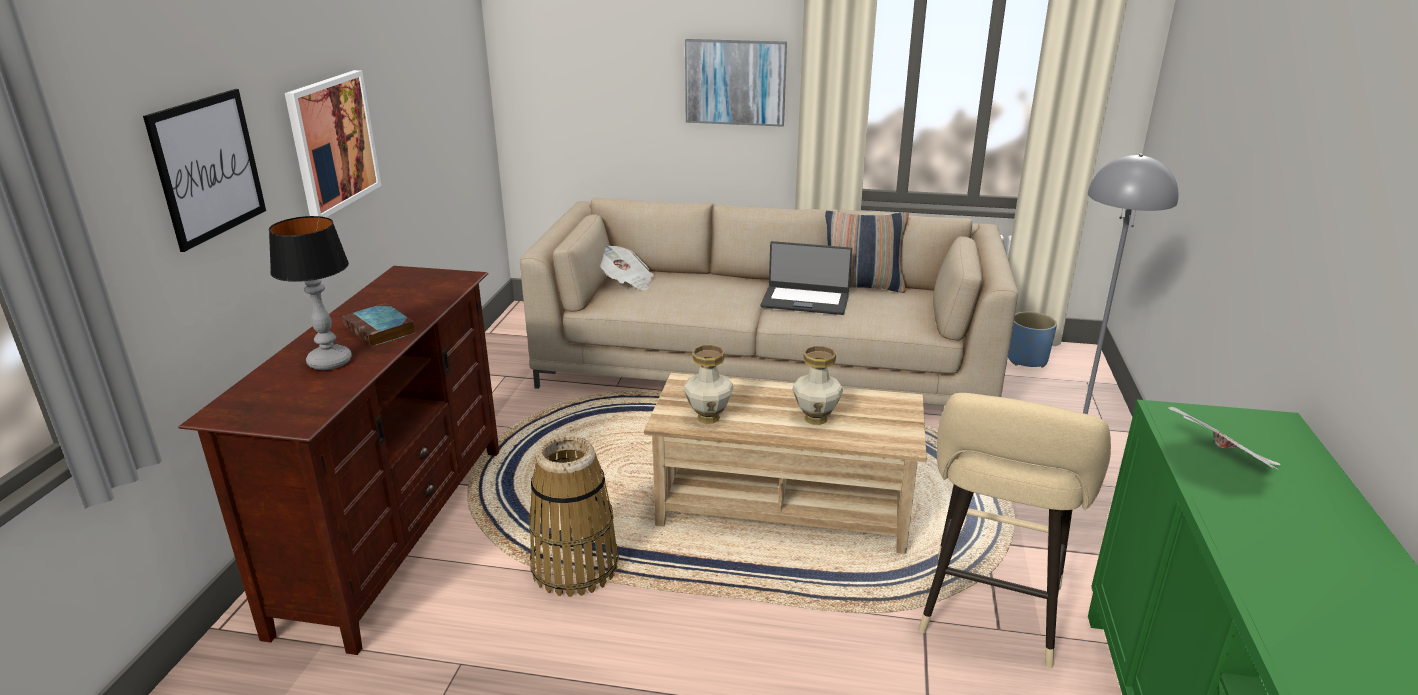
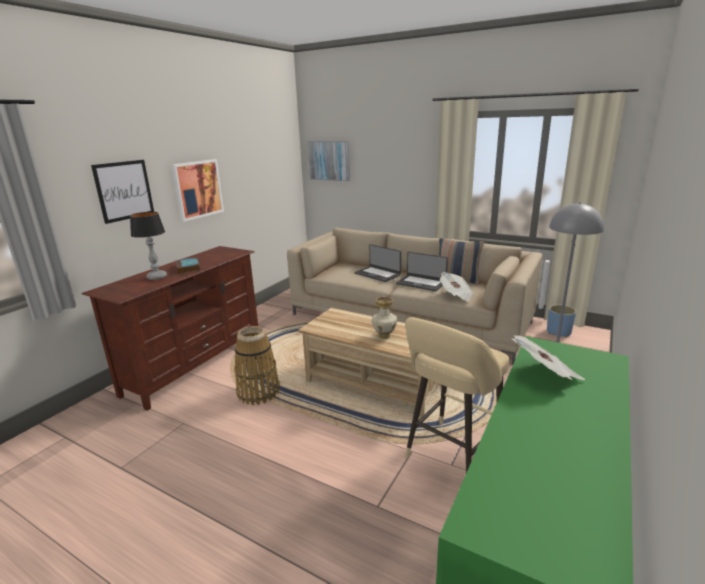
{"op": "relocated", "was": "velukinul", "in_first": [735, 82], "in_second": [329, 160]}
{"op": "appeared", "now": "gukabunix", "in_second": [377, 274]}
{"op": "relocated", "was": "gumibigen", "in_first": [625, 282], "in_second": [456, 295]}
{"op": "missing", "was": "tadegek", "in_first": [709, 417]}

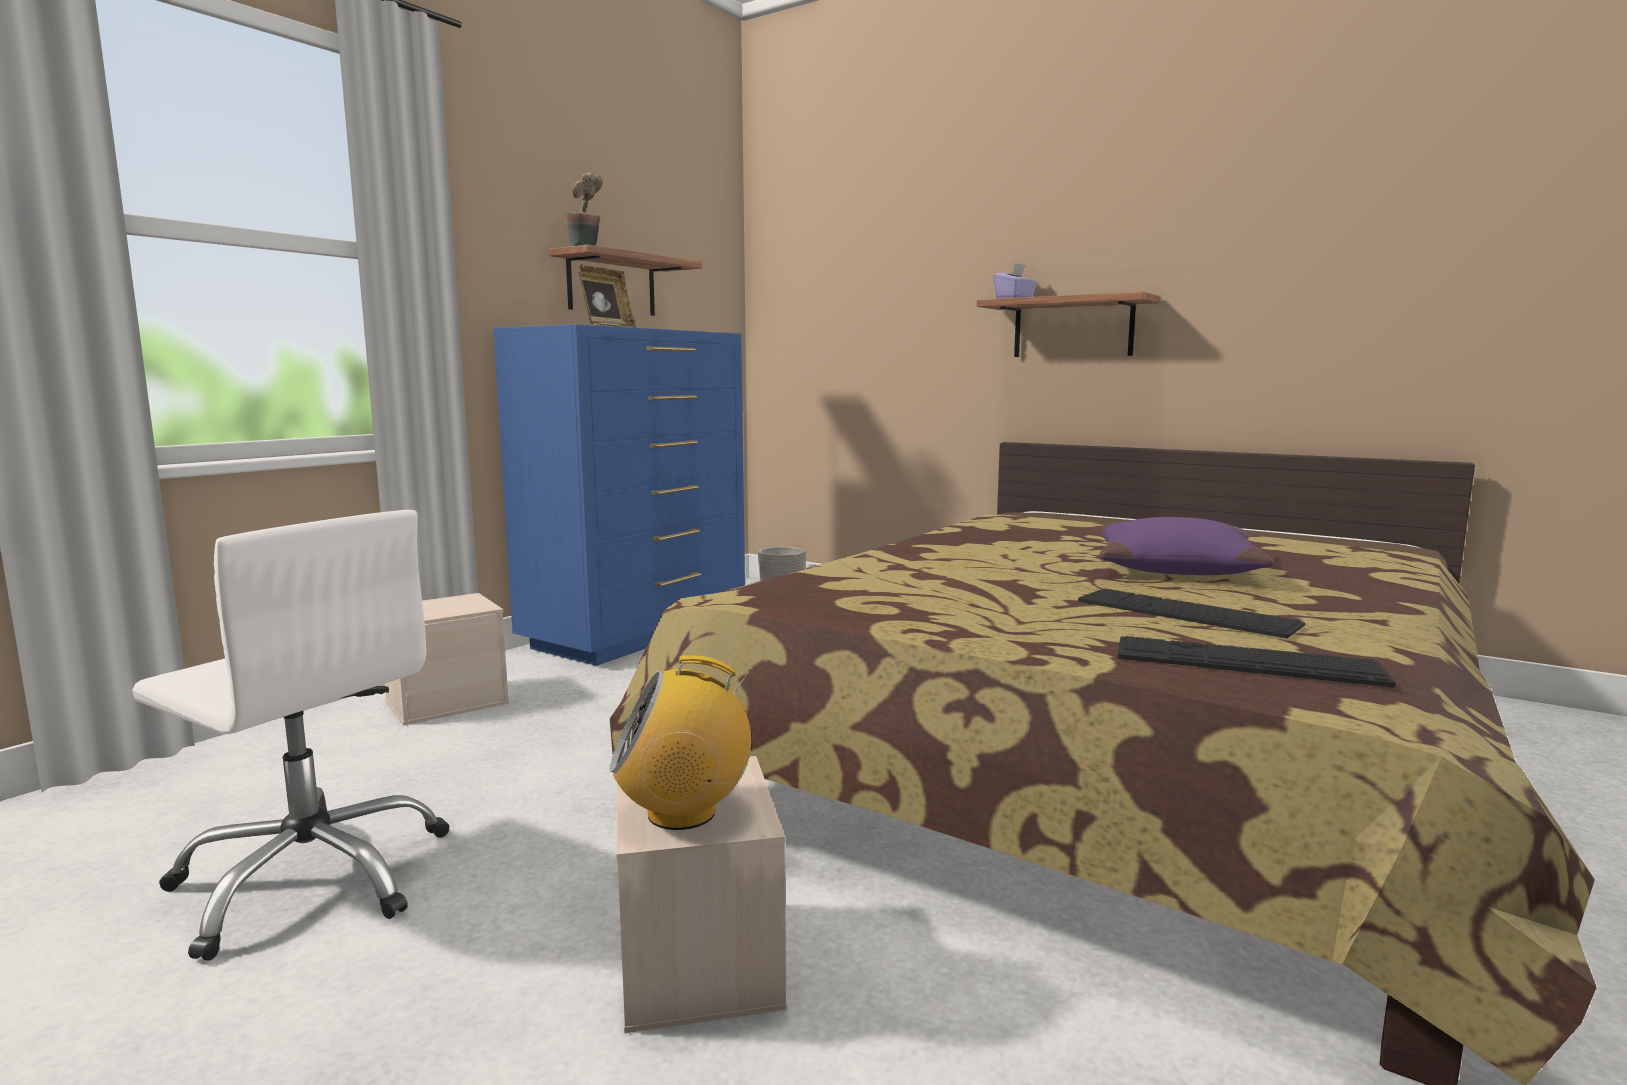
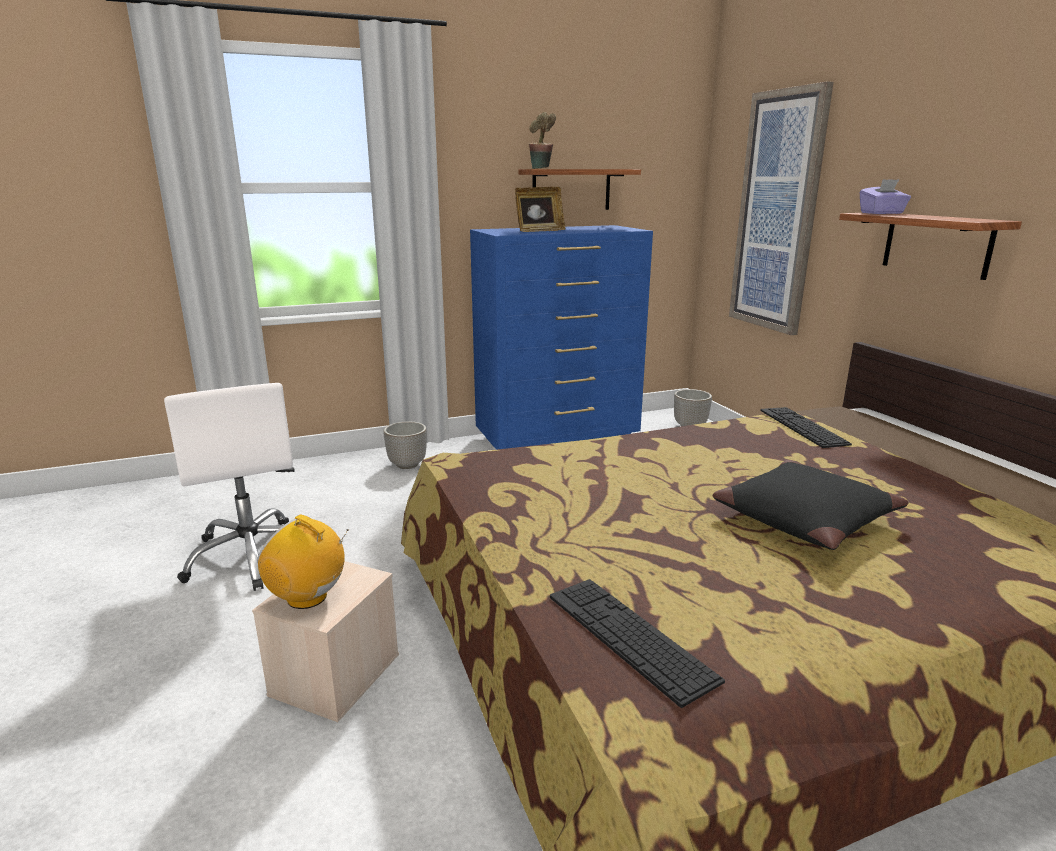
{"op": "exchanged", "was": "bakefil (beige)", "now": "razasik", "in_first": [448, 701], "in_second": [407, 464]}
{"op": "colour", "was": "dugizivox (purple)", "now": "dugizivox (black)", "in_first": [1174, 567], "in_second": [803, 518]}
{"op": "appeared", "now": "velukinul", "in_second": [777, 213]}
{"op": "relocated", "was": "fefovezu", "in_first": [1185, 612], "in_second": [802, 426]}

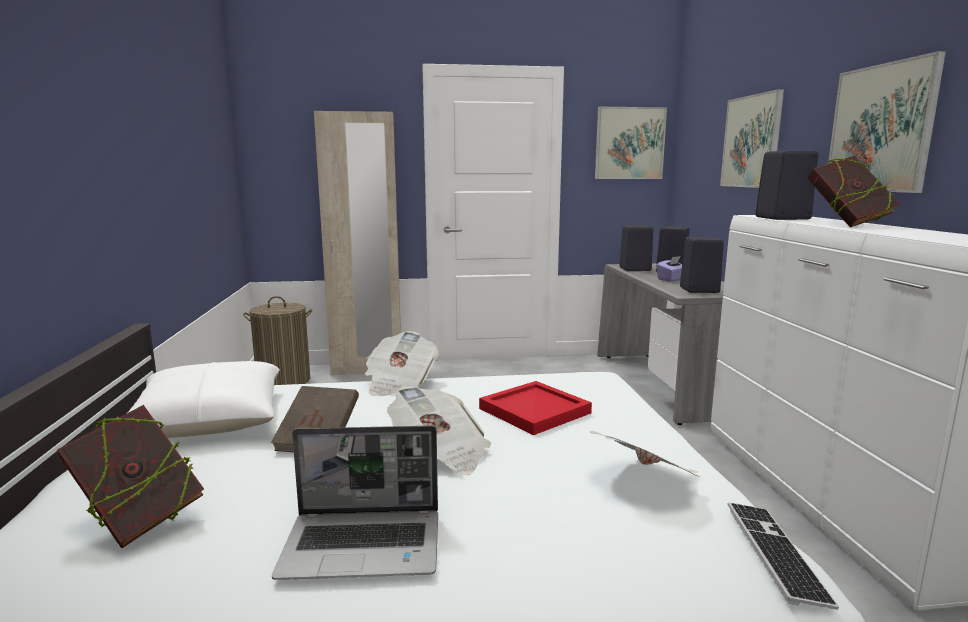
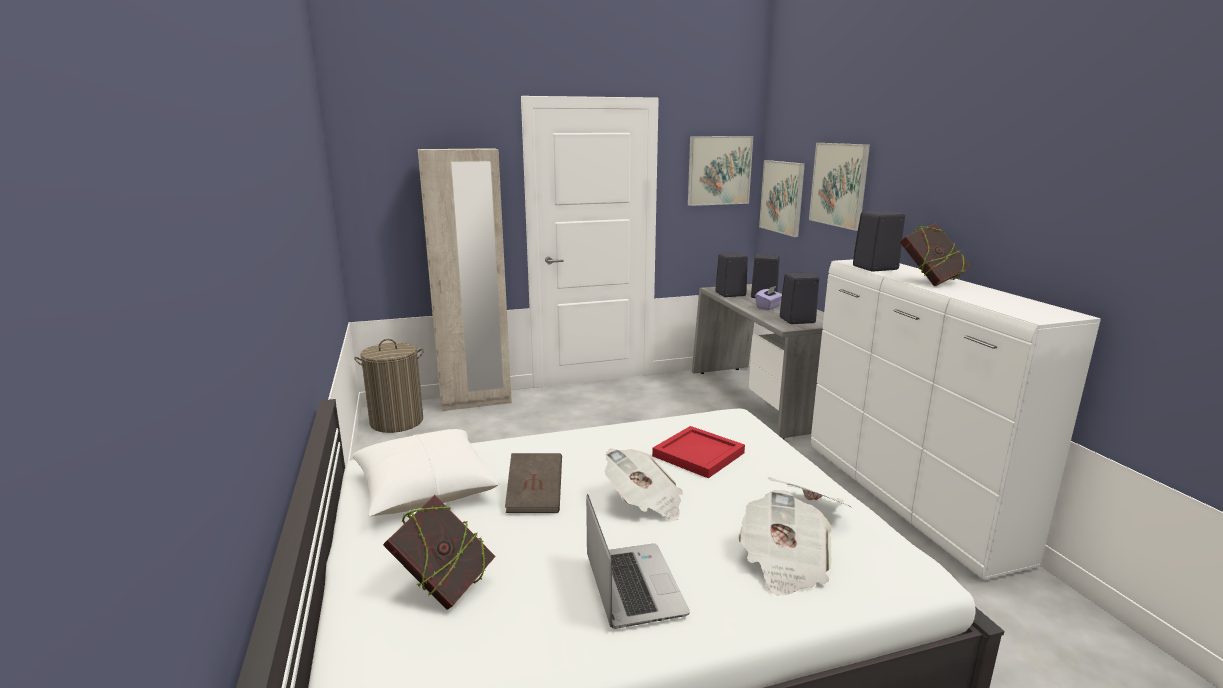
{"op": "spun", "was": "gukabunix", "in_first": [365, 545], "in_second": [632, 585], "clockwise": -90}
{"op": "relocated", "was": "gumibigen", "in_first": [399, 383], "in_second": [783, 564]}
{"op": "relocated", "was": "velukinul", "in_first": [881, 128], "in_second": [782, 197]}
{"op": "missing", "was": "fefovezu", "in_first": [775, 554]}

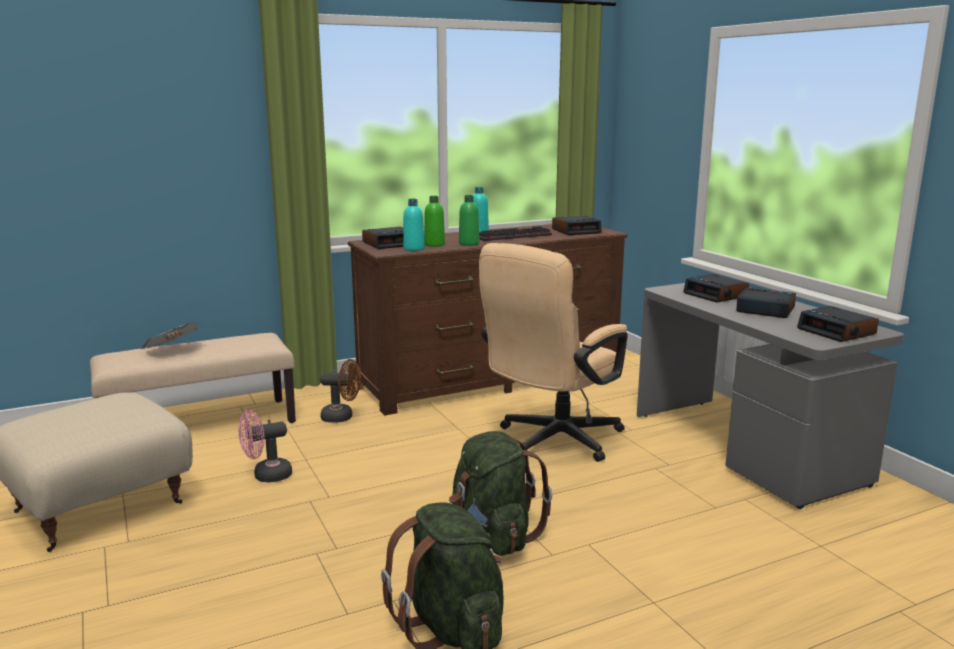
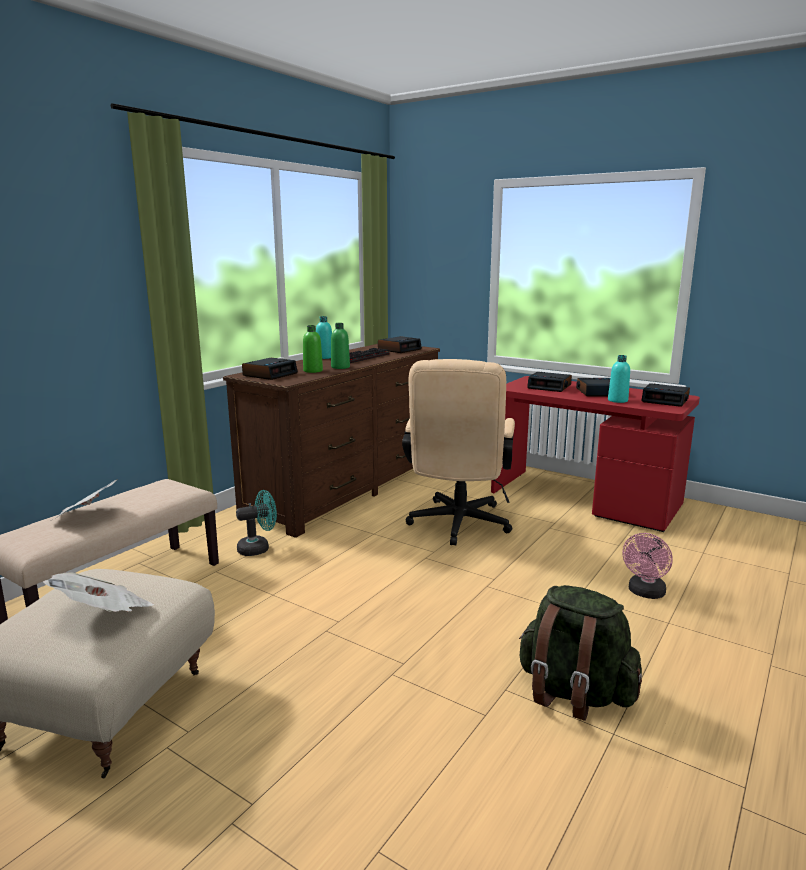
{"op": "appeared", "now": "gumibigen", "in_second": [104, 614]}
{"op": "colour", "was": "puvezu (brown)", "now": "puvezu (turquoise)", "in_first": [342, 417], "in_second": [258, 548]}
{"op": "colour", "was": "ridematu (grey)", "now": "ridematu (red)", "in_first": [747, 449], "in_second": [585, 500]}
{"op": "relocated", "was": "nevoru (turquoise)", "in_first": [413, 249], "in_second": [617, 400]}
{"op": "relocated", "was": "puvezu (pink)", "in_first": [266, 476], "in_second": [645, 593]}
{"op": "missing", "was": "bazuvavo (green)", "in_first": [493, 538]}

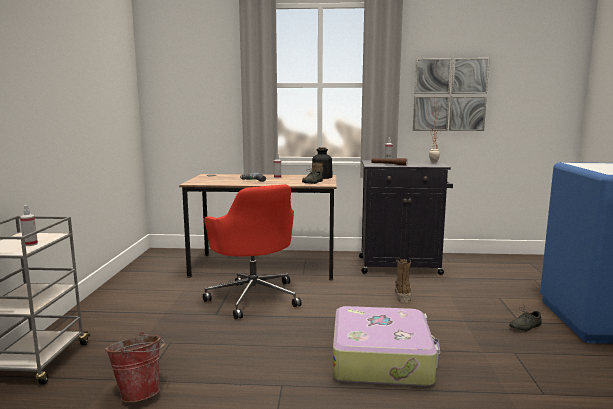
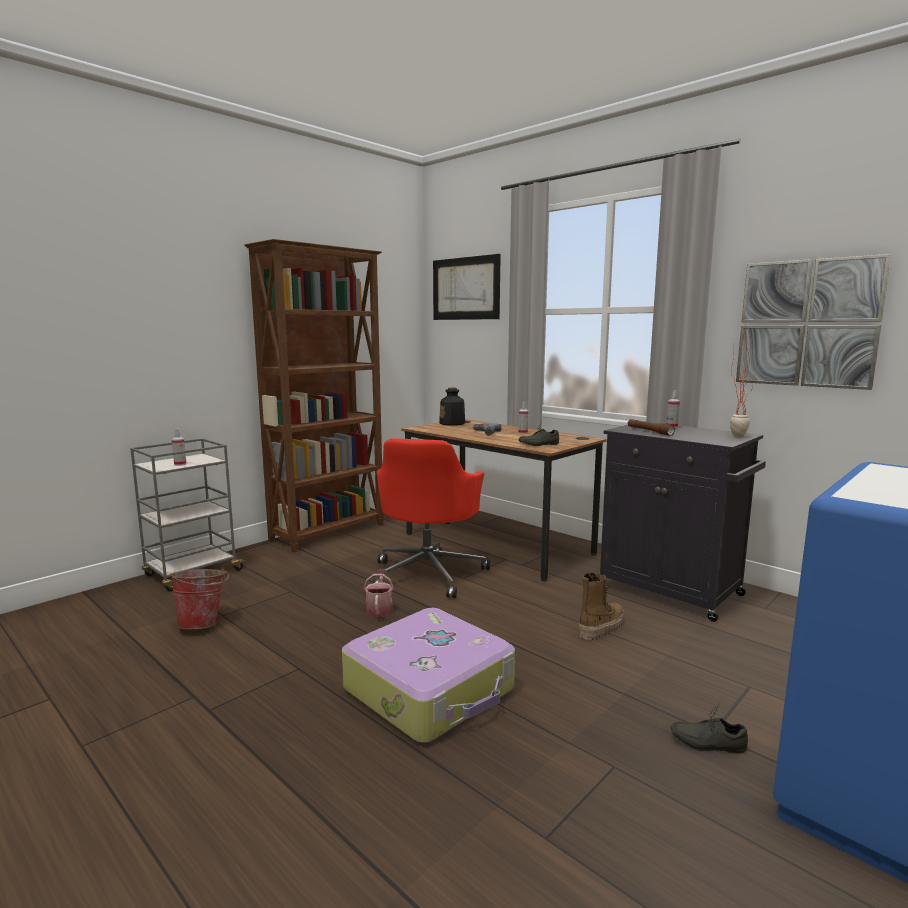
{"op": "appeared", "now": "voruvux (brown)", "in_second": [329, 532]}
{"op": "appeared", "now": "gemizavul", "in_second": [379, 608]}
{"op": "appeared", "now": "velukinul", "in_second": [465, 288]}
{"op": "relocated", "was": "nevoru", "in_first": [322, 177], "in_second": [452, 423]}

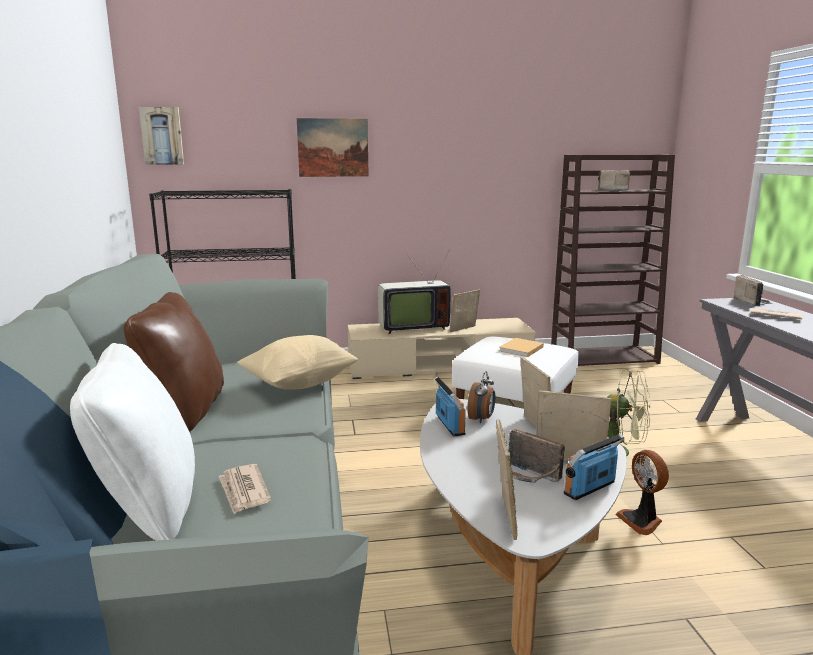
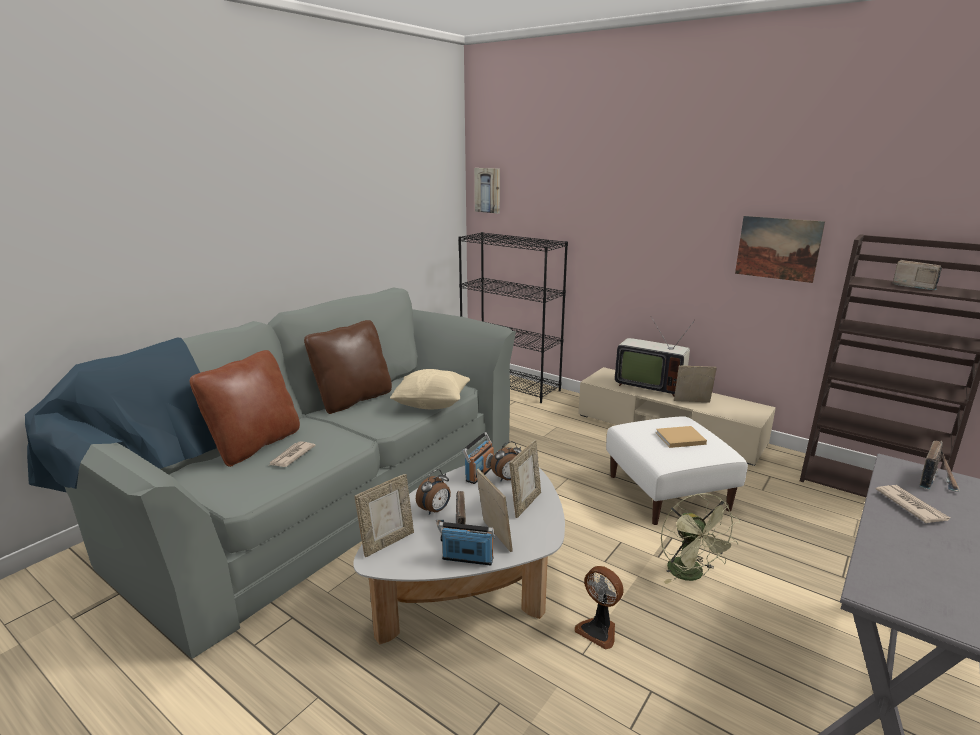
{"op": "colour", "was": "dugizivox (white)", "now": "dugizivox (brown)", "in_first": [149, 506], "in_second": [255, 445]}
{"op": "appeared", "now": "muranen", "in_second": [435, 510]}
{"op": "spun", "was": "puvezu", "in_first": [641, 521], "in_second": [599, 630], "clockwise": -75}
{"op": "relocated", "was": "velukinul", "in_first": [333, 147], "in_second": [778, 248]}

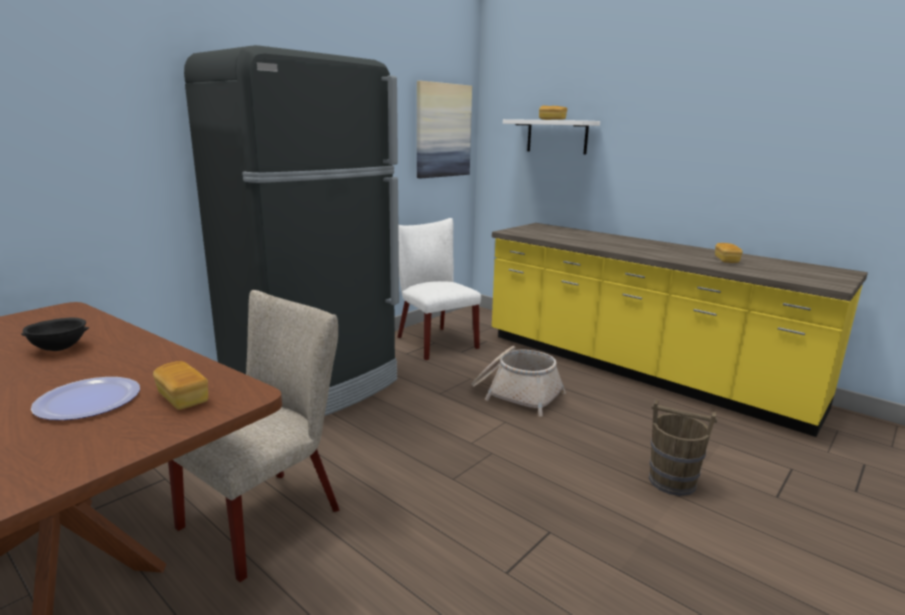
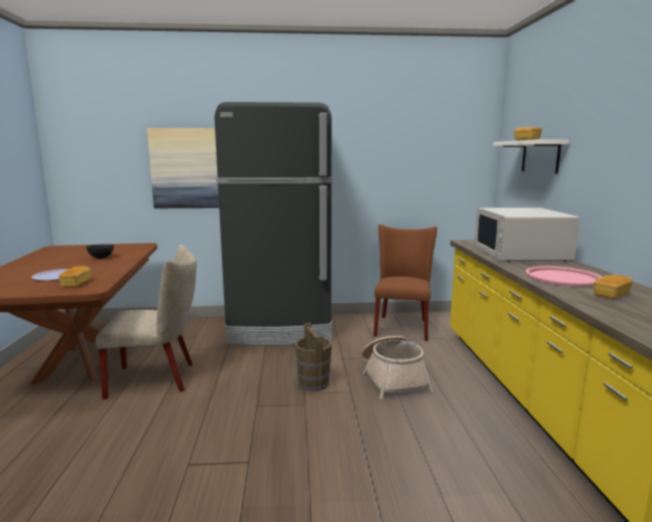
{"op": "relocated", "was": "velukinul", "in_first": [443, 130], "in_second": [185, 168]}
{"op": "relocated", "was": "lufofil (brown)", "in_first": [671, 481], "in_second": [313, 383]}
{"op": "colour", "was": "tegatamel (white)", "now": "tegatamel (brown)", "in_first": [433, 341], "in_second": [402, 326]}
{"op": "appeared", "now": "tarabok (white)", "in_second": [520, 254]}
{"op": "appeared", "now": "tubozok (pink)", "in_second": [562, 277]}

